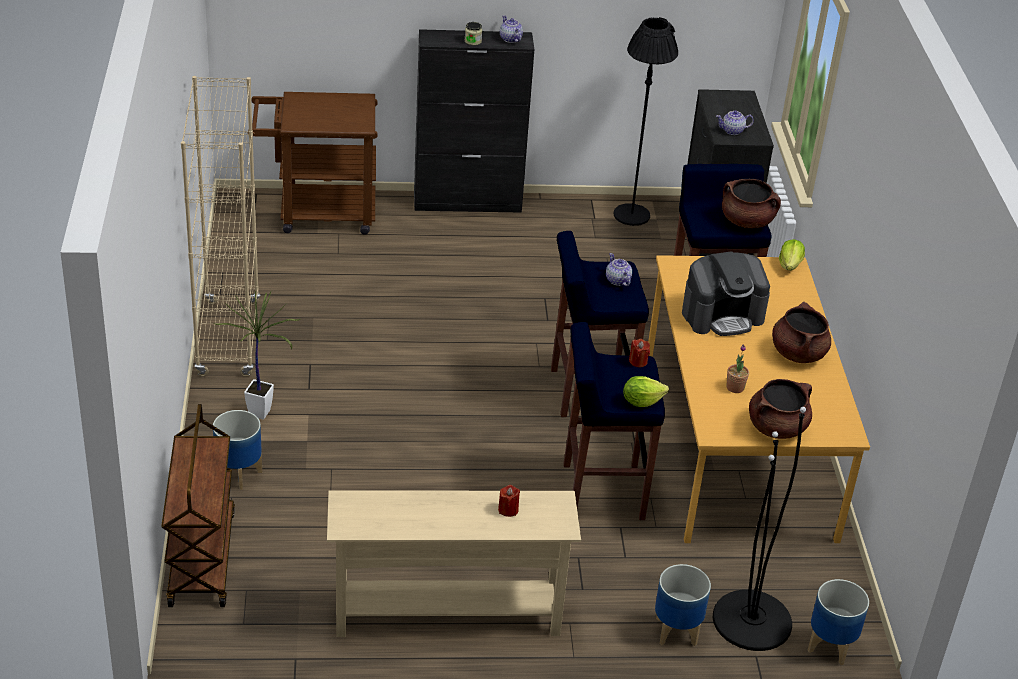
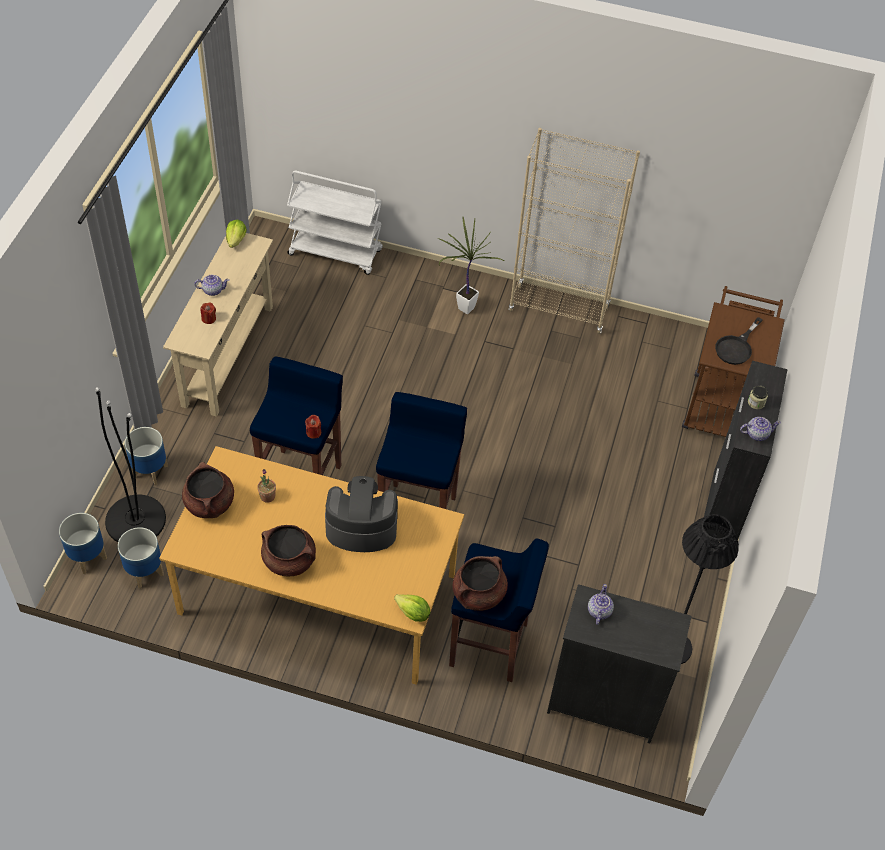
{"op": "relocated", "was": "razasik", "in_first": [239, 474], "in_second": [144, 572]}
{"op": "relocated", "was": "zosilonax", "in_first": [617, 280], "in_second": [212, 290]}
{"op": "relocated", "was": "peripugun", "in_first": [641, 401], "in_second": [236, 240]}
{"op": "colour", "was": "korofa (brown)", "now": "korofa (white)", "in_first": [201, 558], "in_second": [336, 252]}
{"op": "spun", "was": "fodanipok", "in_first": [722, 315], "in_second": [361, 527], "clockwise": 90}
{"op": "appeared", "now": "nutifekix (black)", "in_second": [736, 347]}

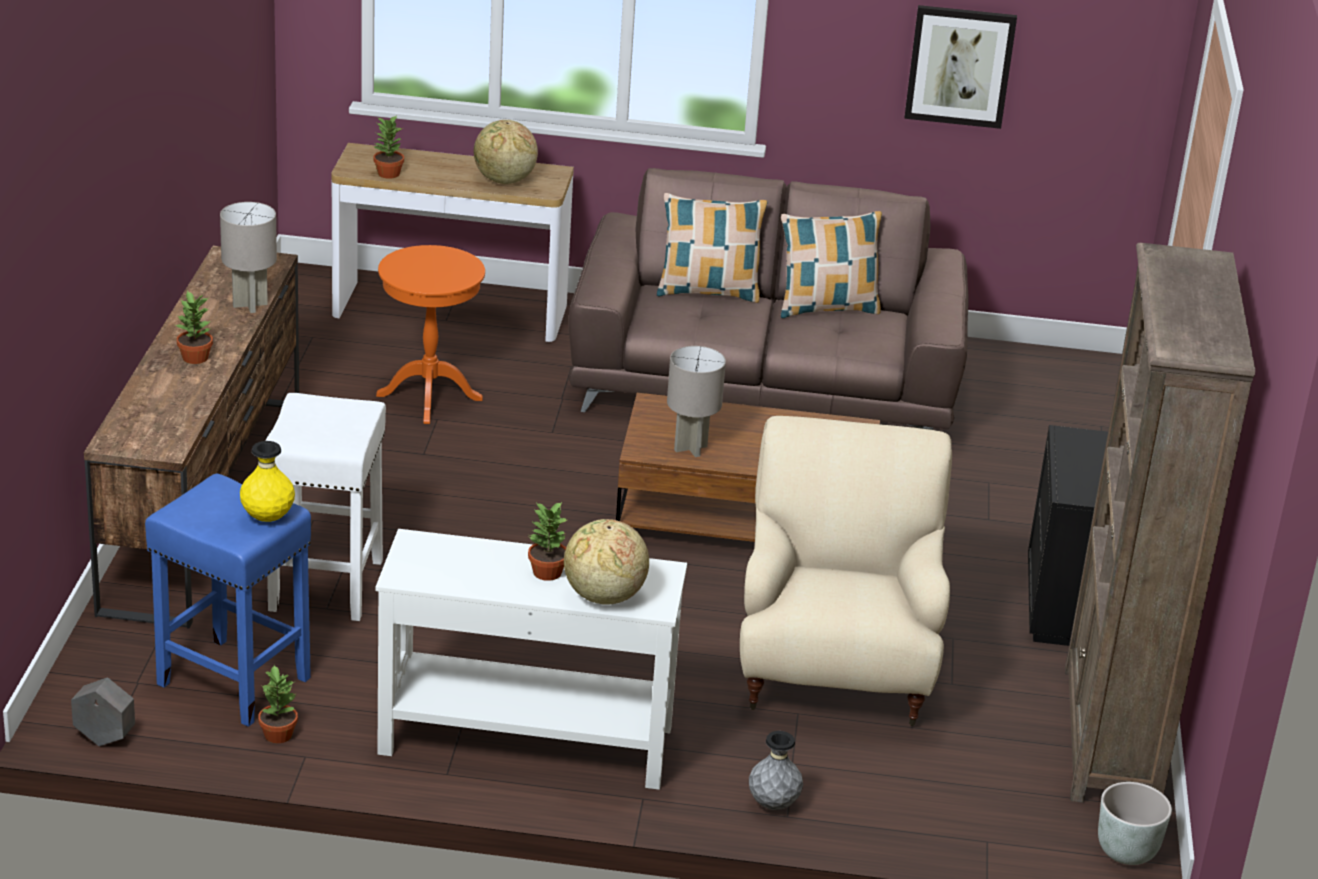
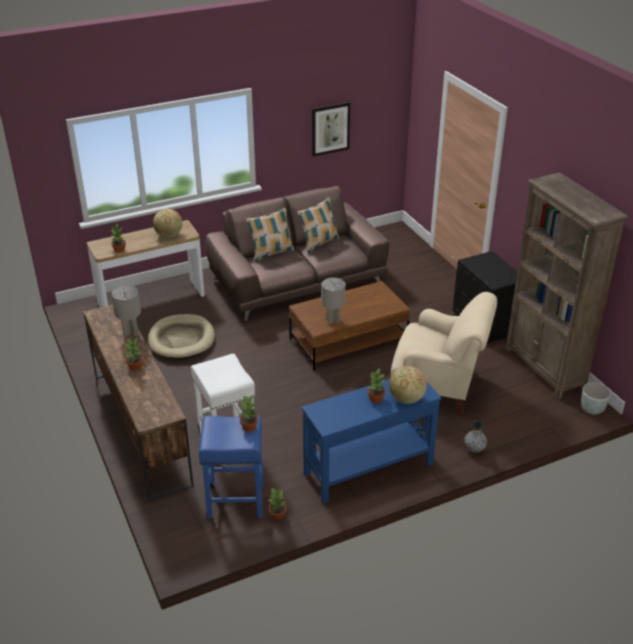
{"op": "exchanged", "was": "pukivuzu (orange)", "now": "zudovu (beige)", "in_first": [429, 397], "in_second": [182, 339]}
{"op": "exchanged", "was": "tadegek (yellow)", "now": "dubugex", "in_first": [267, 518], "in_second": [249, 426]}
{"op": "colour", "was": "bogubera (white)", "now": "bogubera (blue)", "in_first": [524, 740], "in_second": [367, 469]}
{"op": "spun", "was": "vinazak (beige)", "in_first": [834, 671], "in_second": [438, 386], "clockwise": 135}
{"op": "missing", "was": "razasik (grey)", "in_first": [105, 739]}

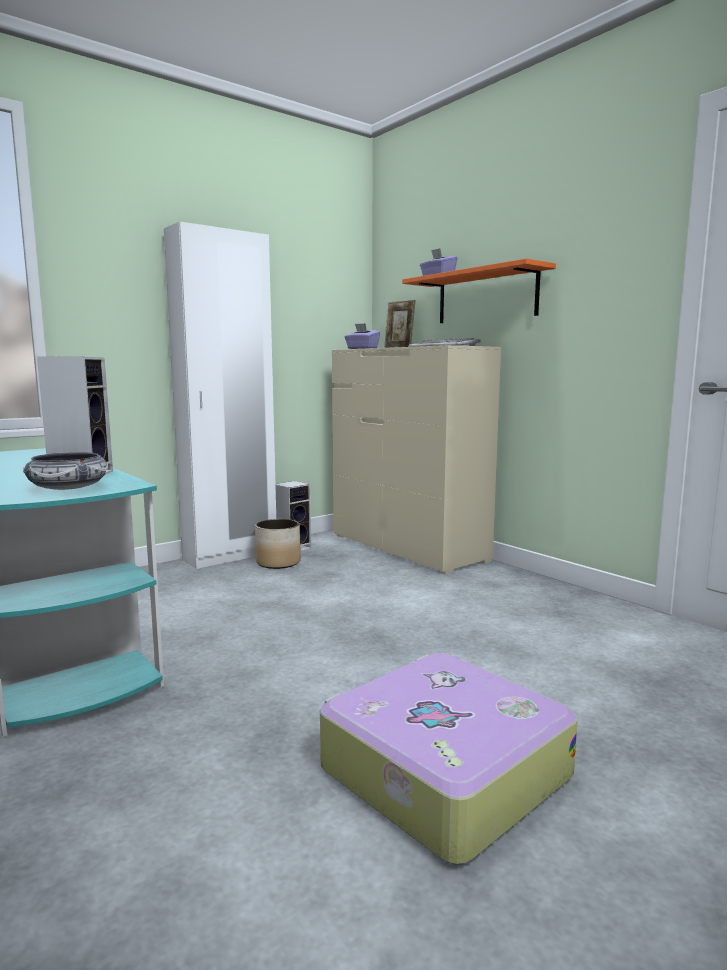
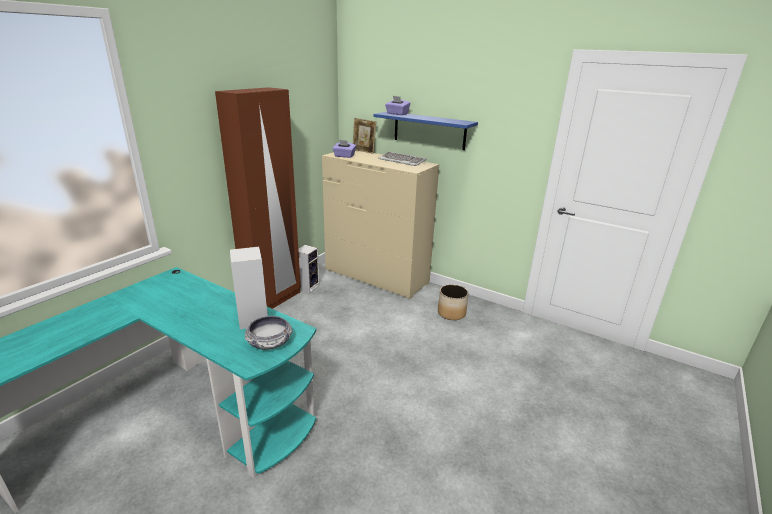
{"op": "colour", "was": "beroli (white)", "now": "beroli (brown)", "in_first": [230, 556], "in_second": [273, 301]}
{"op": "colour", "was": "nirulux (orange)", "now": "nirulux (blue)", "in_first": [486, 296], "in_second": [429, 130]}
{"op": "relocated", "was": "razasik", "in_first": [278, 563], "in_second": [451, 313]}
{"op": "missing", "was": "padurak", "in_first": [441, 772]}

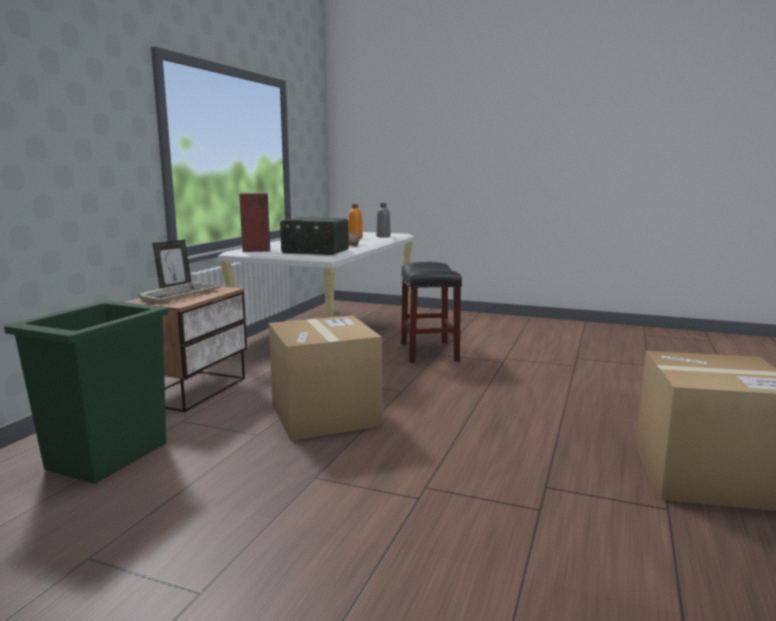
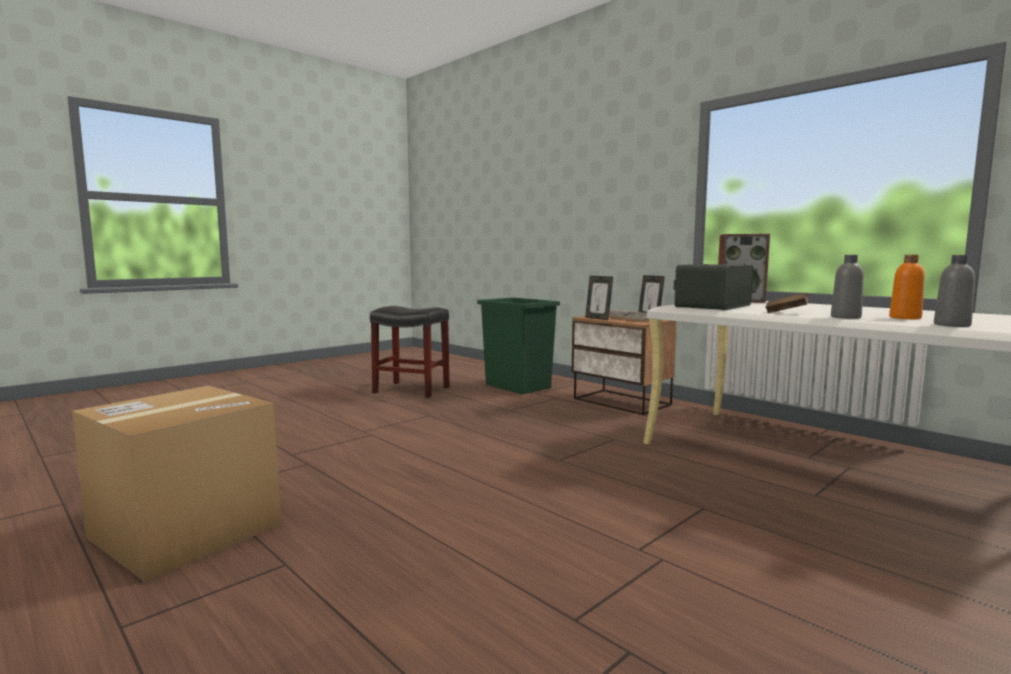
{"op": "relocated", "was": "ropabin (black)", "in_first": [429, 352], "in_second": [410, 390]}
{"op": "appeared", "now": "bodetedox", "in_second": [598, 318]}
{"op": "appeared", "now": "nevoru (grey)", "in_second": [845, 317]}
{"op": "missing", "was": "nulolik", "in_first": [325, 415]}

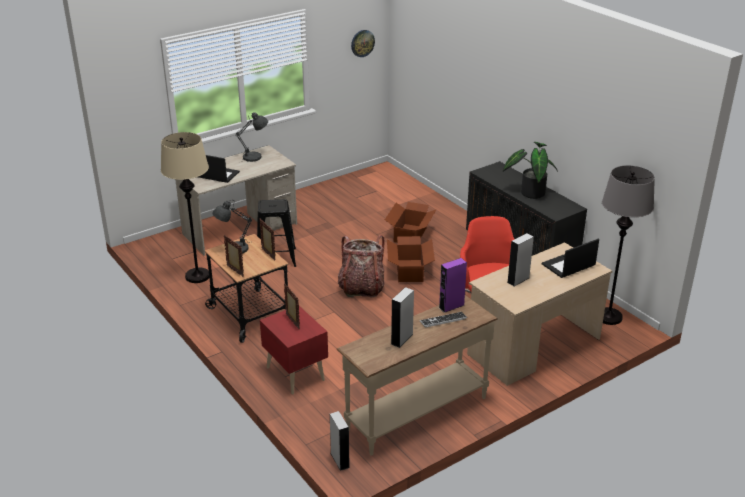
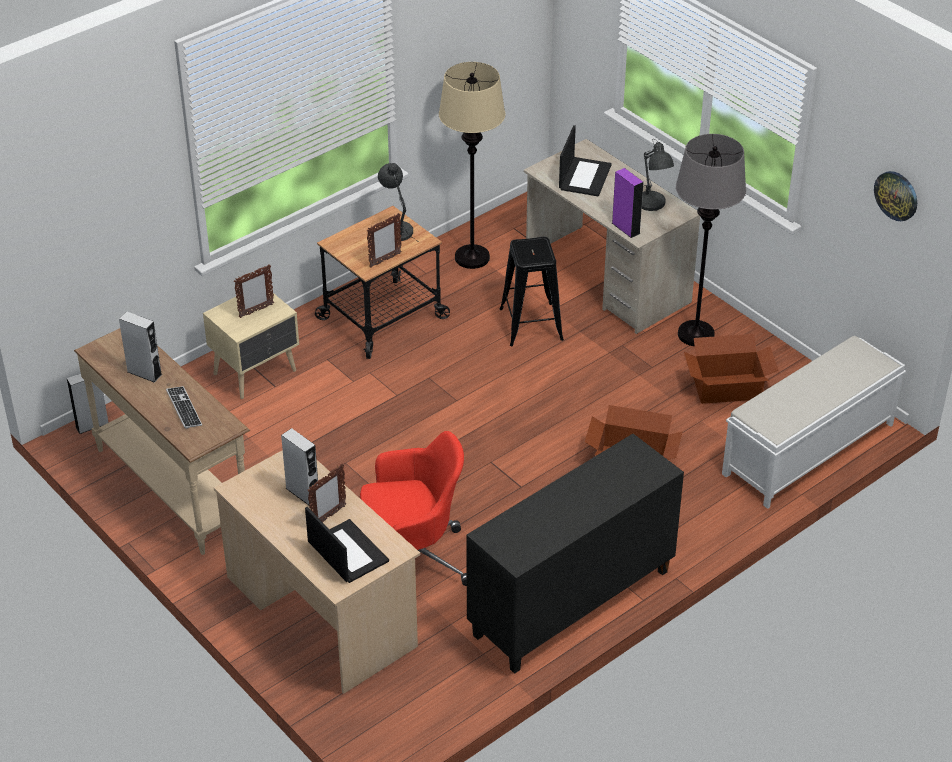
{"op": "colour", "was": "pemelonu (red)", "now": "pemelonu (beige)", "in_first": [296, 373], "in_second": [257, 373]}
{"op": "relocated", "was": "bodetedox", "in_first": [235, 271], "in_second": [328, 517]}
{"op": "relocated", "was": "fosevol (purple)", "in_first": [451, 306], "in_second": [625, 228]}
{"op": "relocated", "was": "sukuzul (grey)", "in_first": [609, 317], "in_second": [695, 334]}
{"op": "relocated", "was": "nulolik", "in_first": [410, 270], "in_second": [728, 389]}
{"op": "appeared", "now": "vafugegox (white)", "in_second": [807, 450]}
{"op": "missing", "was": "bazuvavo", "in_first": [361, 287]}
{"op": "missing", "was": "dubugex", "in_first": [530, 192]}

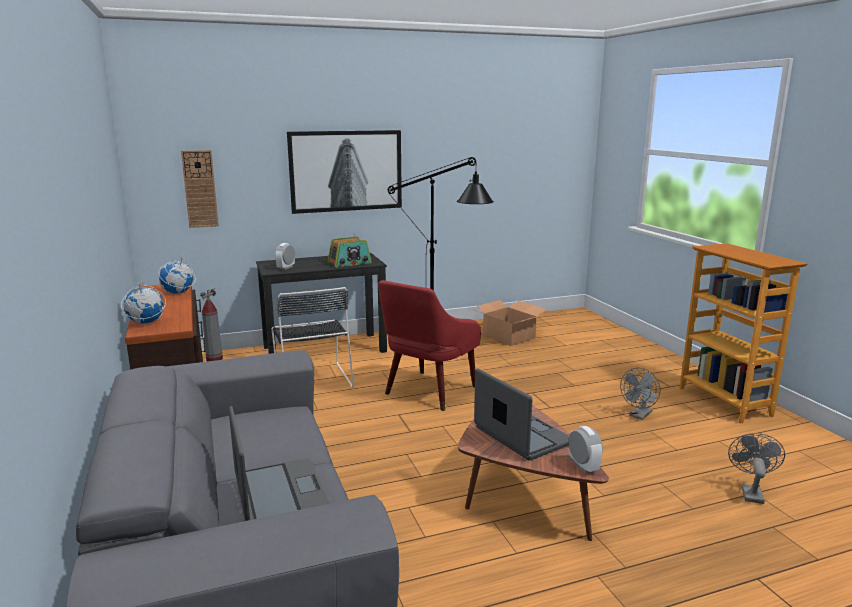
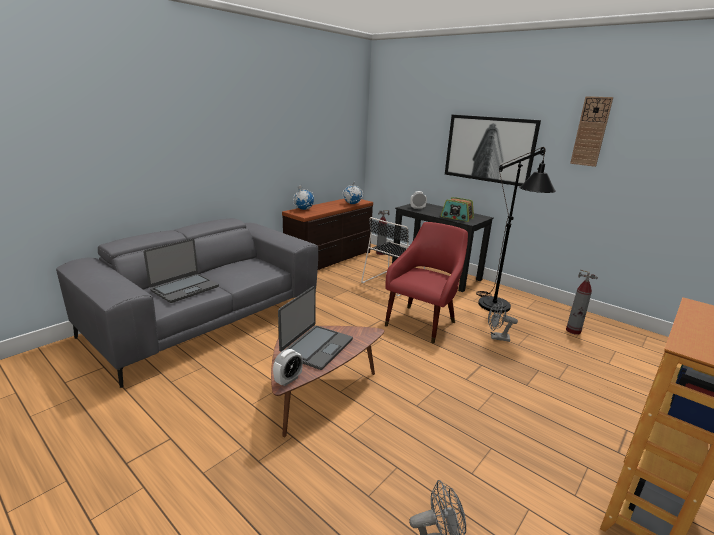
{"op": "spun", "was": "vinazak (red)", "in_first": [427, 392], "in_second": [422, 321], "clockwise": 120}
{"op": "relocated", "was": "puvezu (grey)", "in_first": [639, 415], "in_second": [496, 337]}
{"op": "exchanged", "was": "nulolik", "now": "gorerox", "in_first": [509, 336], "in_second": [573, 331]}
{"op": "relocated", "was": "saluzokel", "in_first": [200, 189], "in_second": [591, 131]}

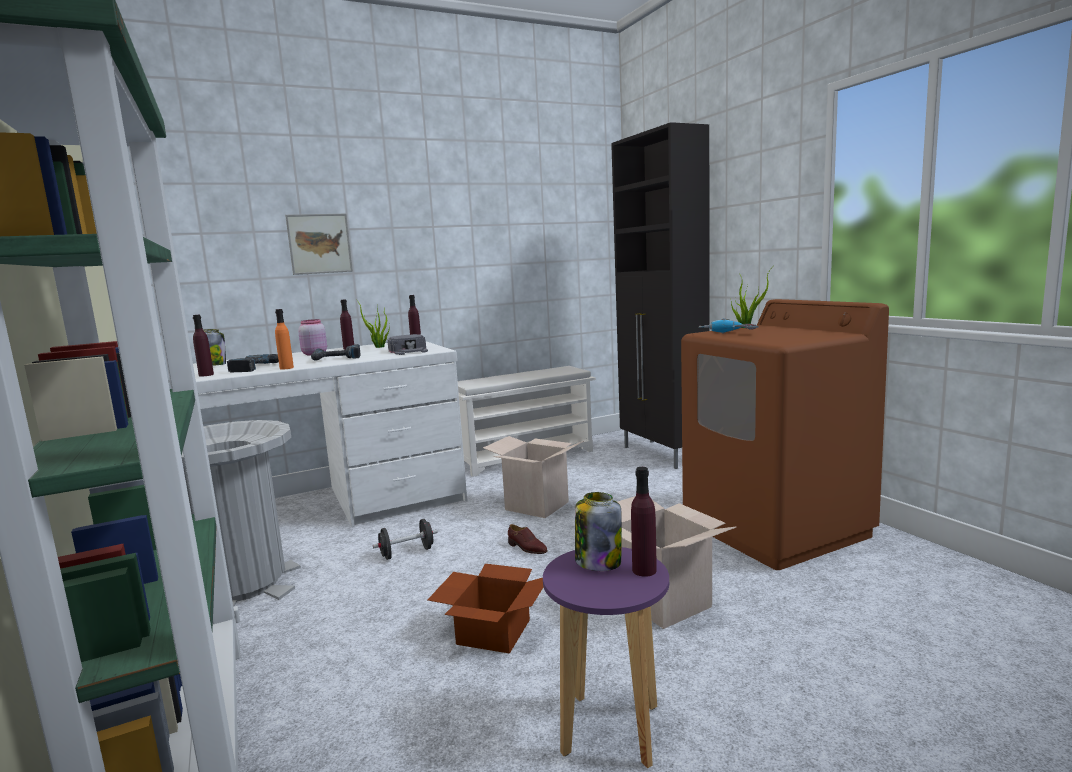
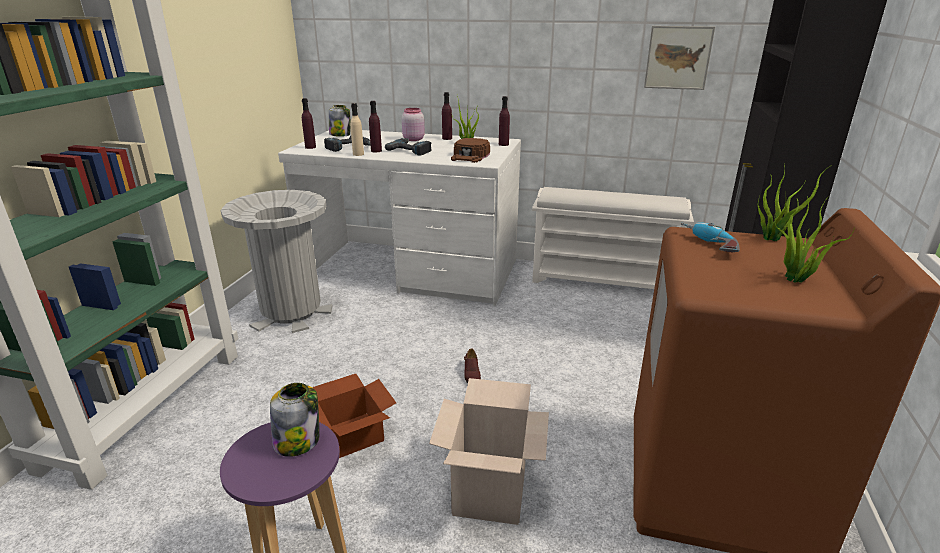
{"op": "colour", "was": "nevoru (orange)", "now": "nevoru (beige)", "in_first": [286, 368], "in_second": [358, 154]}
{"op": "relocated", "was": "nevoru (purple)", "in_first": [644, 570], "in_second": [376, 151]}
{"op": "colour", "was": "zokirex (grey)", "now": "zokirex (brown)", "in_first": [409, 350], "in_second": [470, 156]}
{"op": "relocated", "was": "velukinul", "in_first": [319, 244], "in_second": [678, 58]}
{"op": "appeared", "now": "dubugex", "in_second": [795, 280]}
{"op": "missing", "was": "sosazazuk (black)", "in_first": [407, 553]}
{"op": "missing", "was": "nulolik", "in_first": [537, 506]}

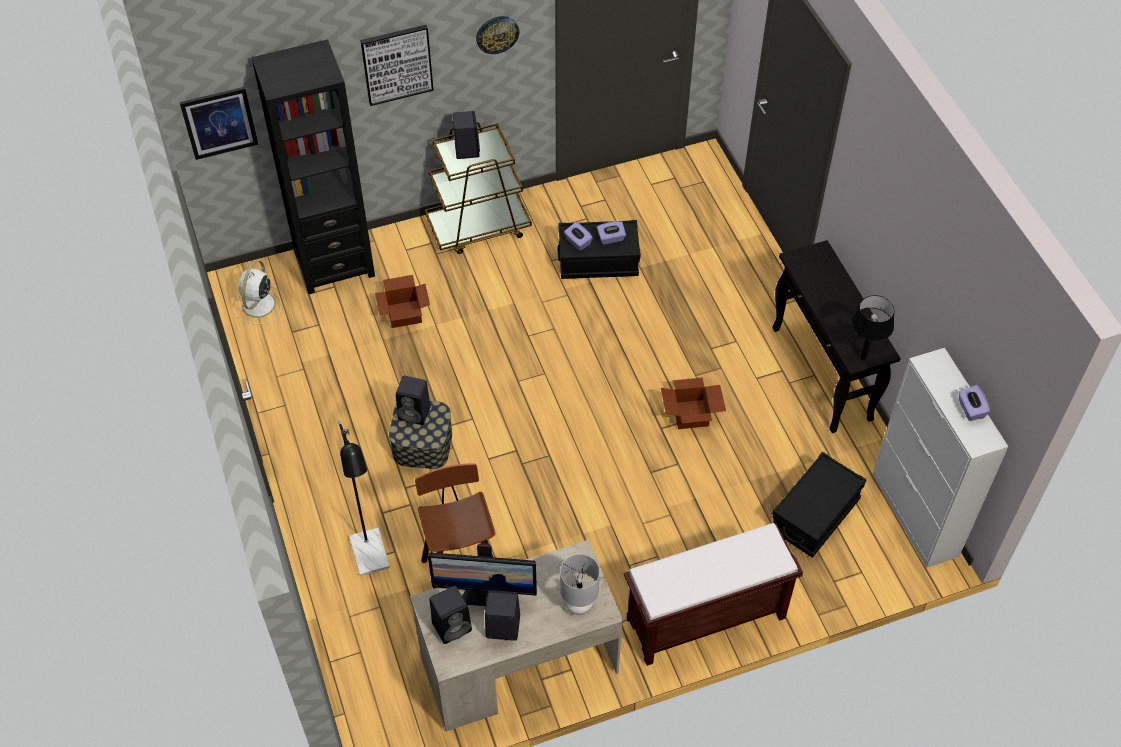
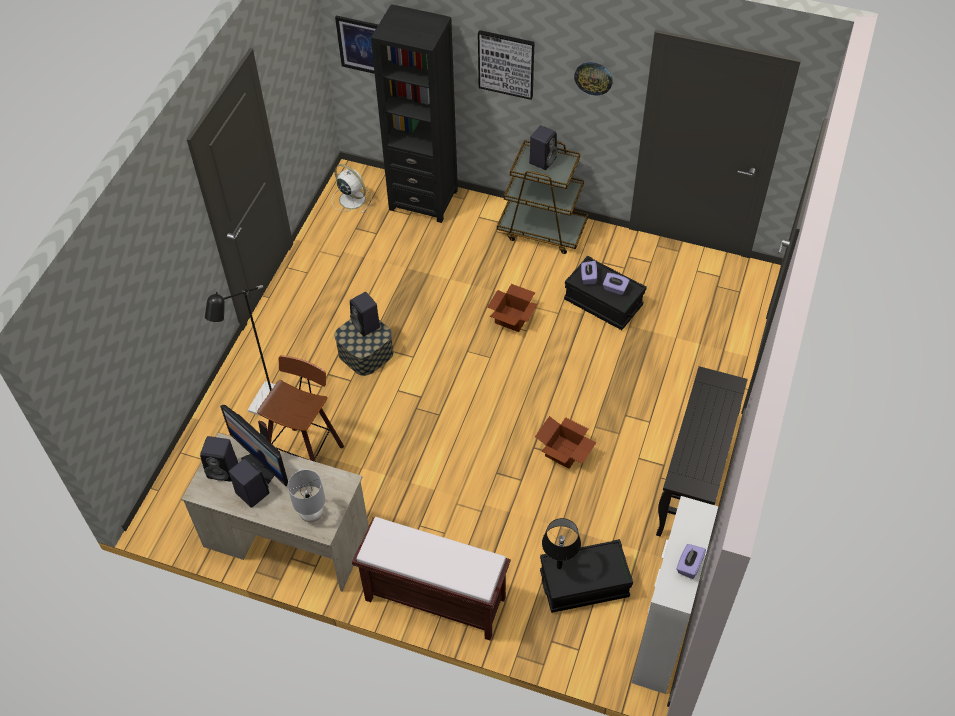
{"op": "spun", "was": "puvezu (white)", "in_first": [258, 306], "in_second": [351, 199], "clockwise": 75}
{"op": "relocated", "was": "nulolik", "in_first": [405, 313], "in_second": [513, 318]}
{"op": "relocated", "was": "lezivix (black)", "in_first": [863, 358], "in_second": [559, 566]}

